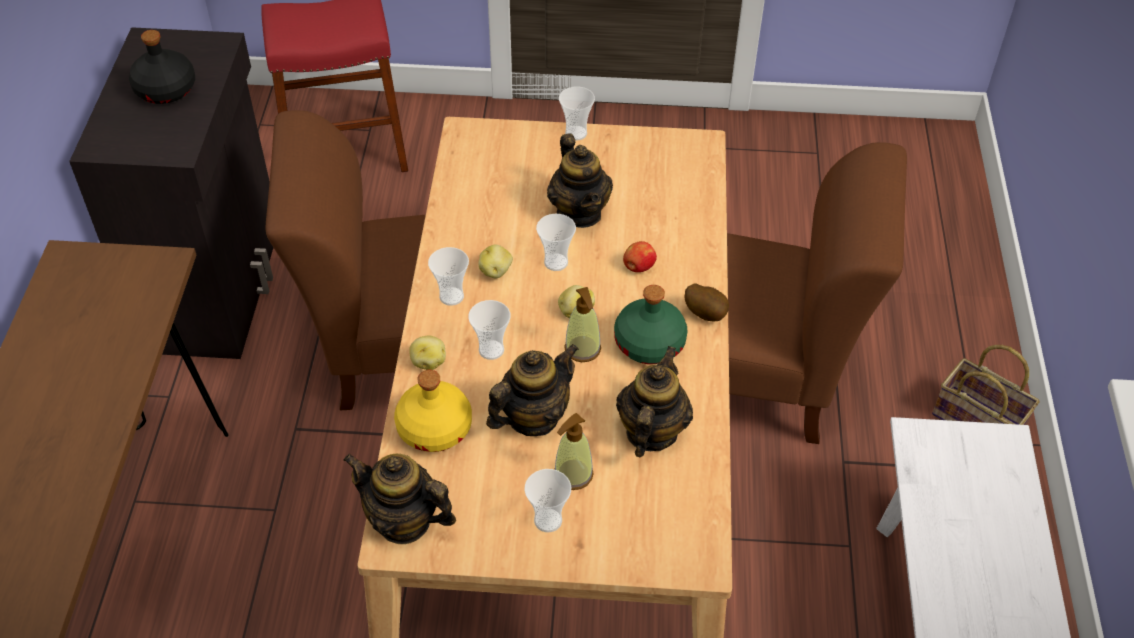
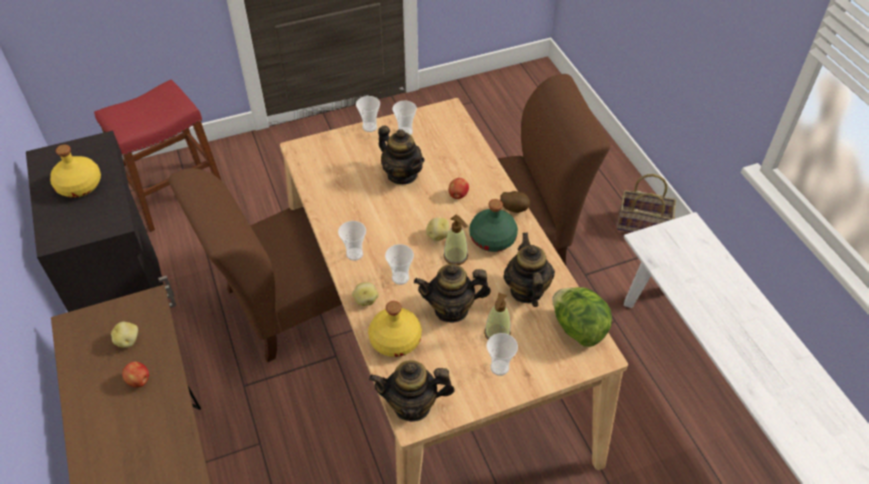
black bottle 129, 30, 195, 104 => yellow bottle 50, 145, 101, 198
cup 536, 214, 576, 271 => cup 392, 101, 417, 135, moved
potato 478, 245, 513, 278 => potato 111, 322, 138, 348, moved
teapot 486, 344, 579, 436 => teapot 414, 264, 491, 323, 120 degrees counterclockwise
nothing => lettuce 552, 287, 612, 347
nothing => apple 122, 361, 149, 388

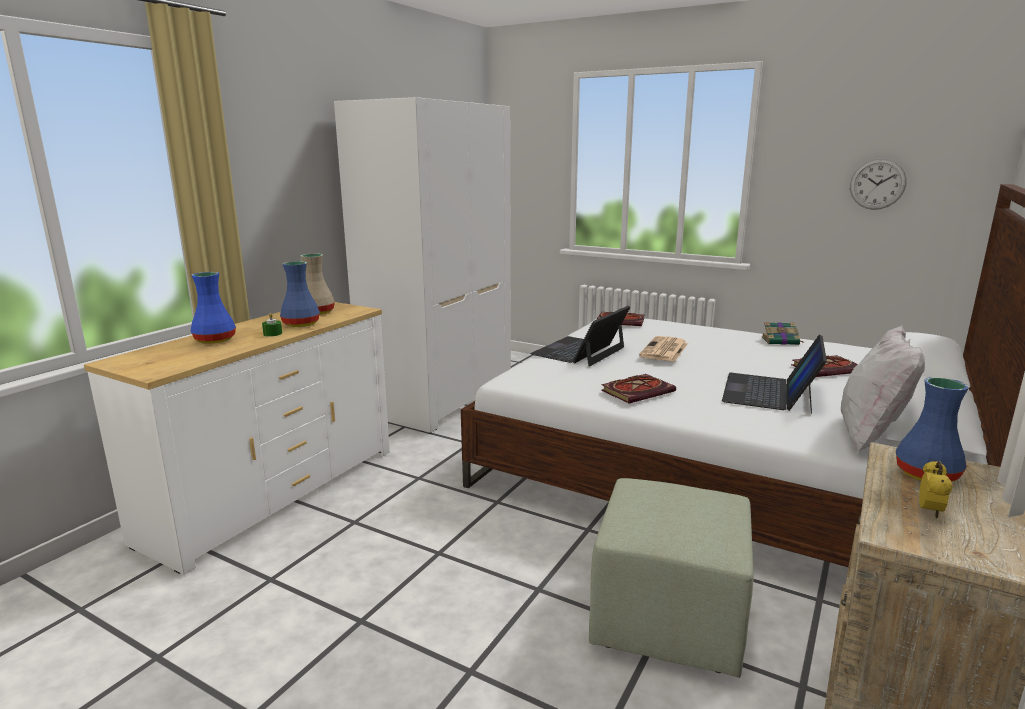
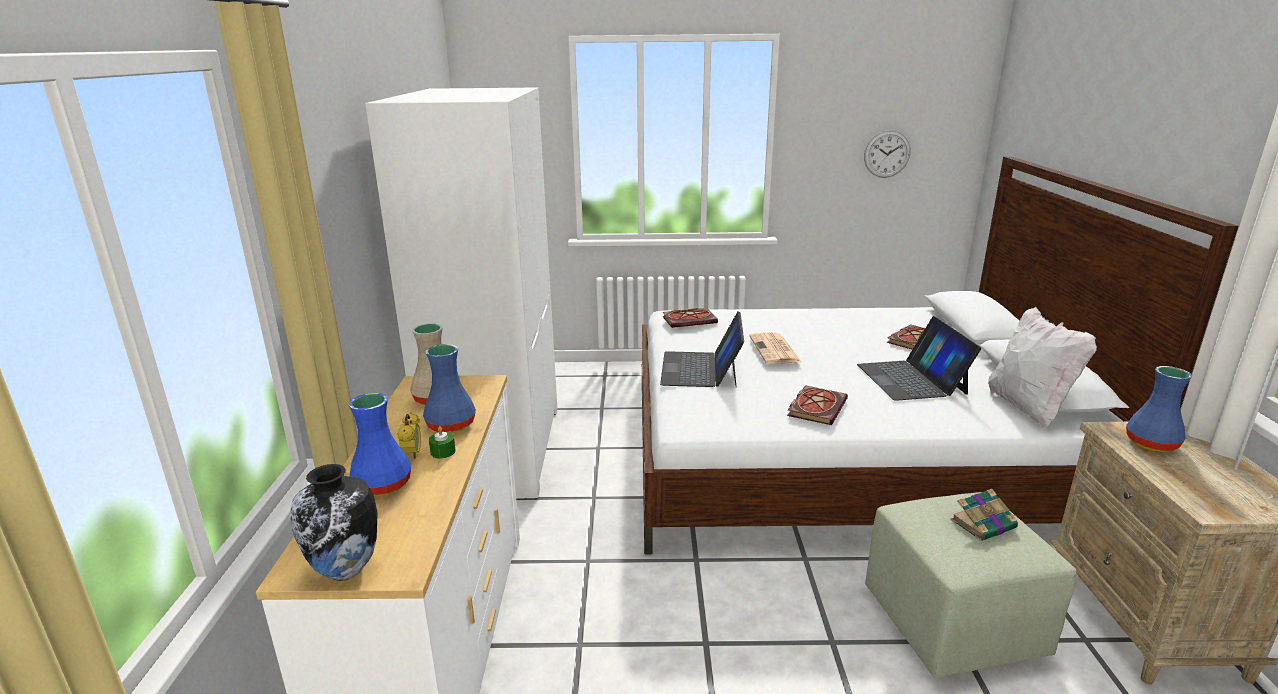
book 762, 322, 803, 345 => book 950, 489, 1018, 541, moved
alarm clock 919, 461, 953, 518 => alarm clock 397, 413, 421, 459, moved
nothing => vase 290, 464, 378, 581

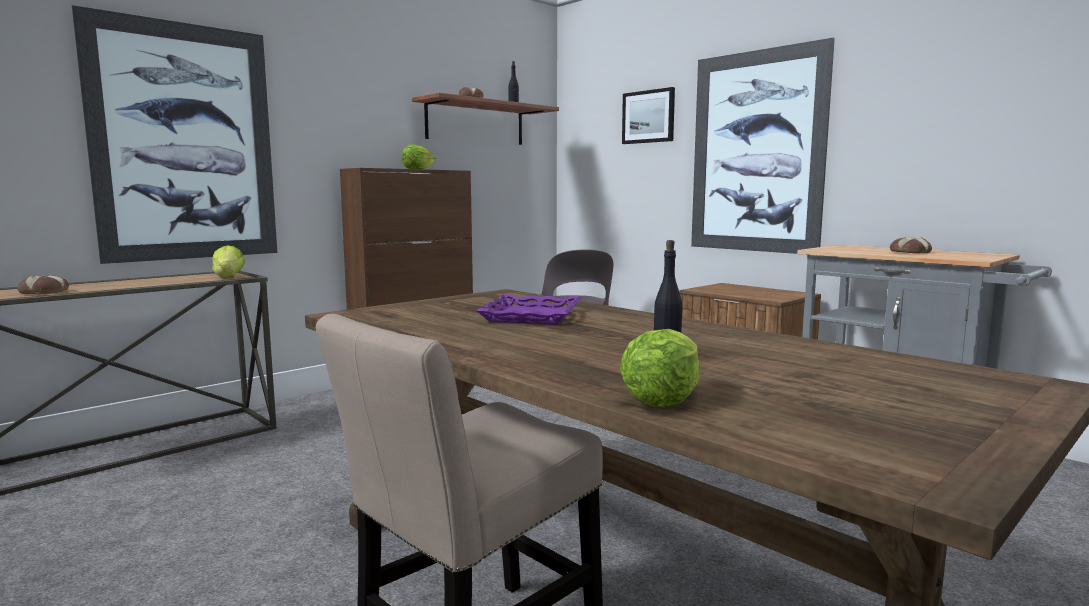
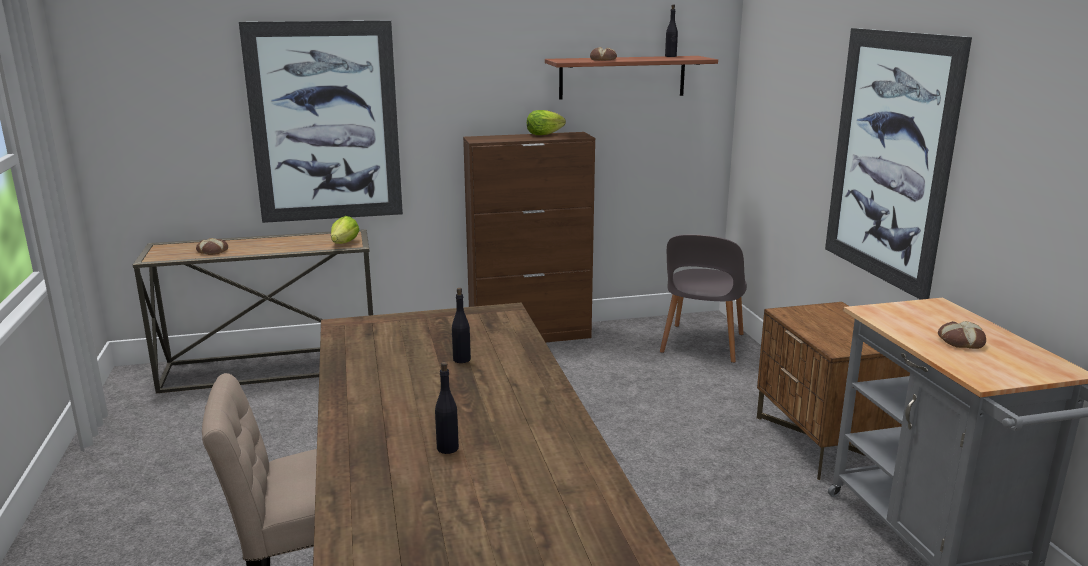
picture 622, 87, 675, 144 => nothing
purple tray 476, 294, 581, 325 => black bottle 452, 288, 471, 363
lettuce 620, 329, 699, 407 => nothing

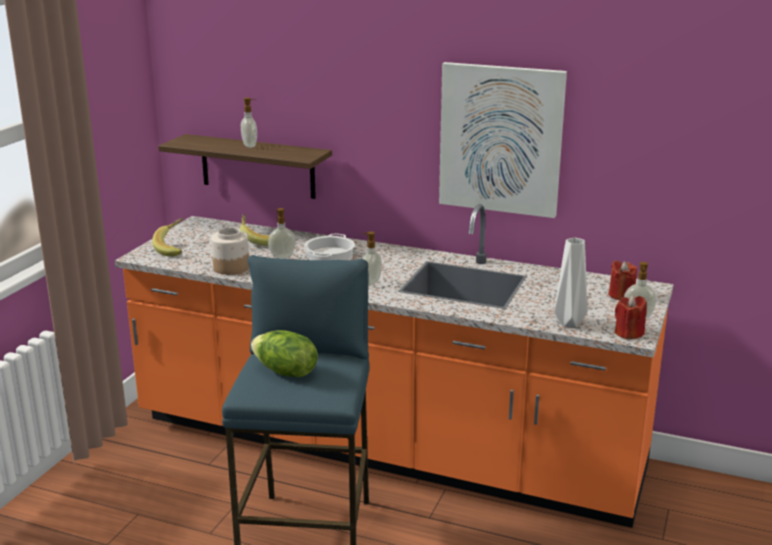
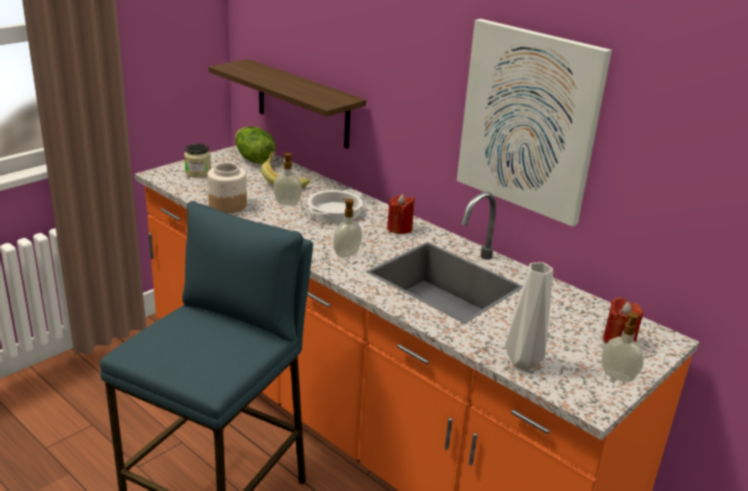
soap dispenser 241, 97, 257, 148 => nothing
banana 152, 218, 183, 257 => jar 184, 144, 211, 178
red candle 615, 295, 647, 339 => red candle 387, 194, 415, 234, moved
lettuce 251, 330, 318, 377 => lettuce 235, 126, 276, 164, moved

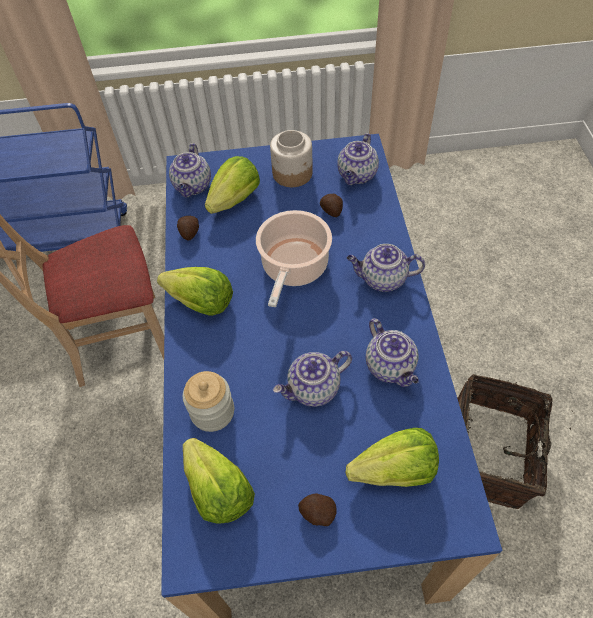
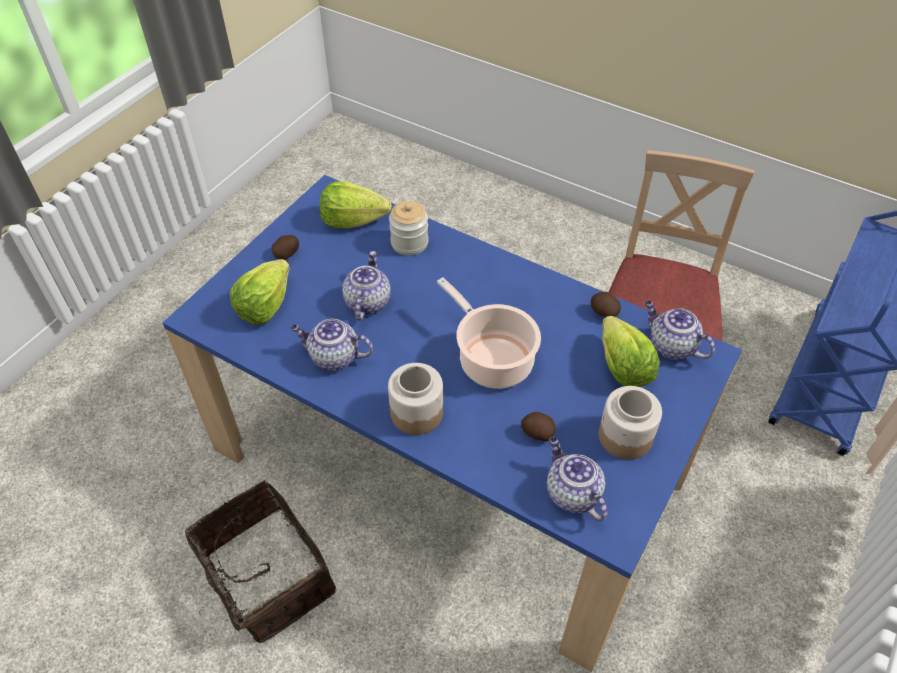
teapot 347, 244, 425, 292 => jar 388, 363, 443, 435
lettuce 157, 267, 233, 316 => nothing

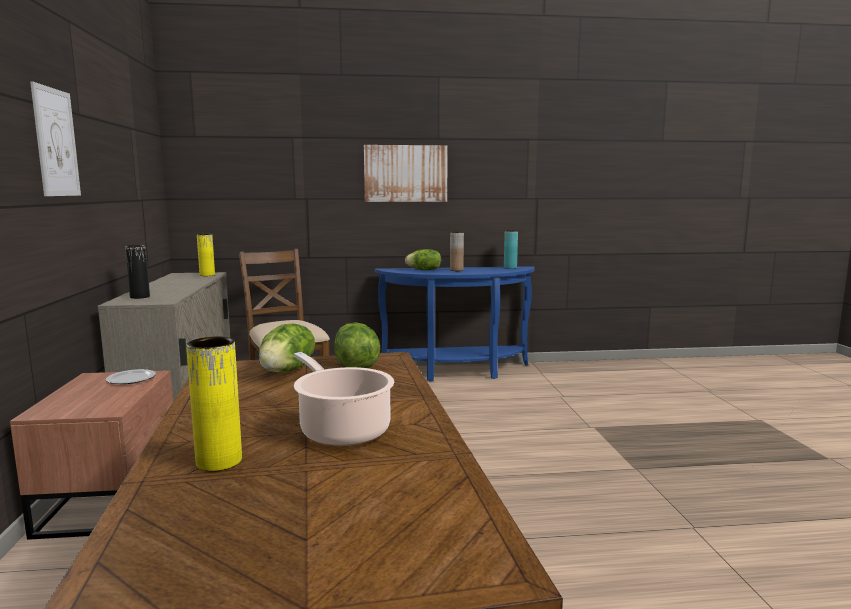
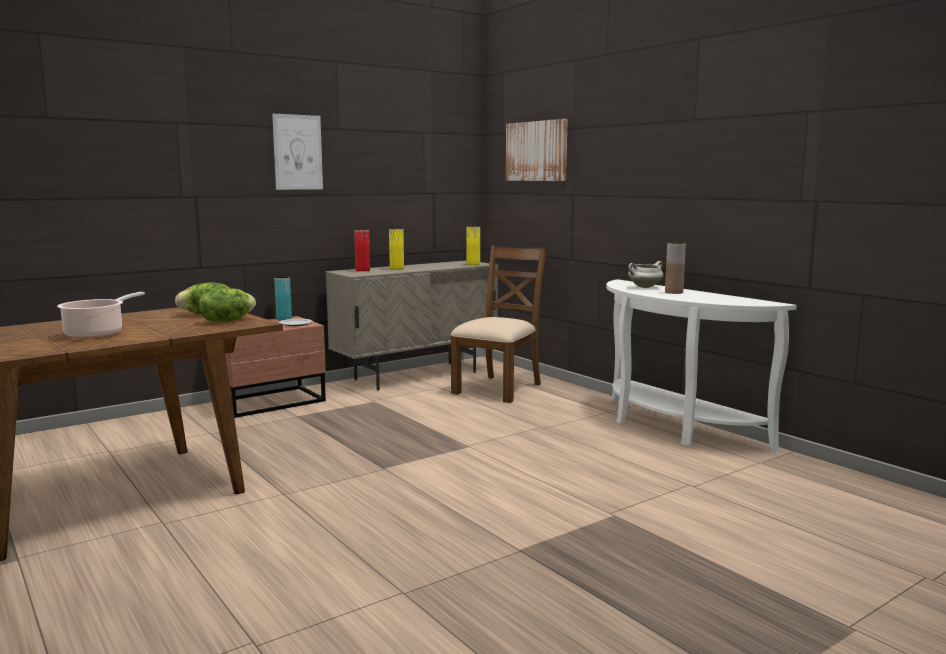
picture 364, 145, 448, 202 => picture 506, 119, 568, 181, moved
turquoise vase 504, 230, 518, 269 => turquoise vase 274, 276, 292, 321, moved
black vase 125, 245, 150, 299 => red vase 354, 229, 370, 271
lettuce 405, 249, 441, 270 => white cooking pot 628, 261, 663, 288
blue console table 375, 266, 535, 382 => white console table 606, 279, 797, 451
yellow vase 186, 337, 242, 471 => yellow vase 389, 228, 404, 270, moved

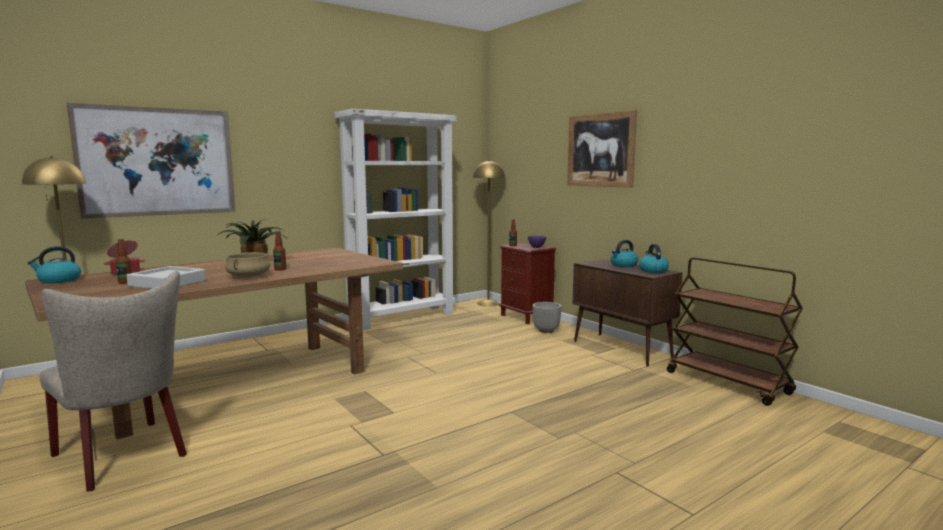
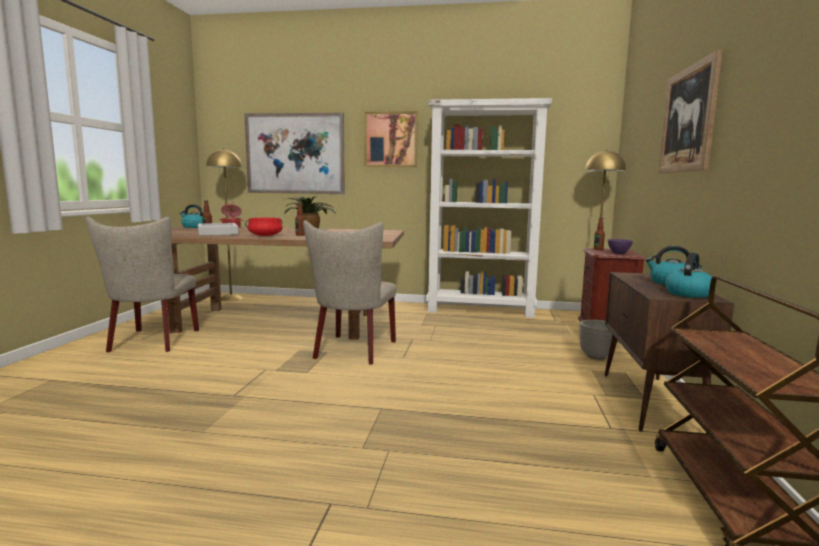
beige cooking pot 225, 252, 270, 277 => red cooking pot 245, 218, 283, 236
nothing => picture 364, 111, 418, 167
nothing => beige chair 303, 220, 396, 365

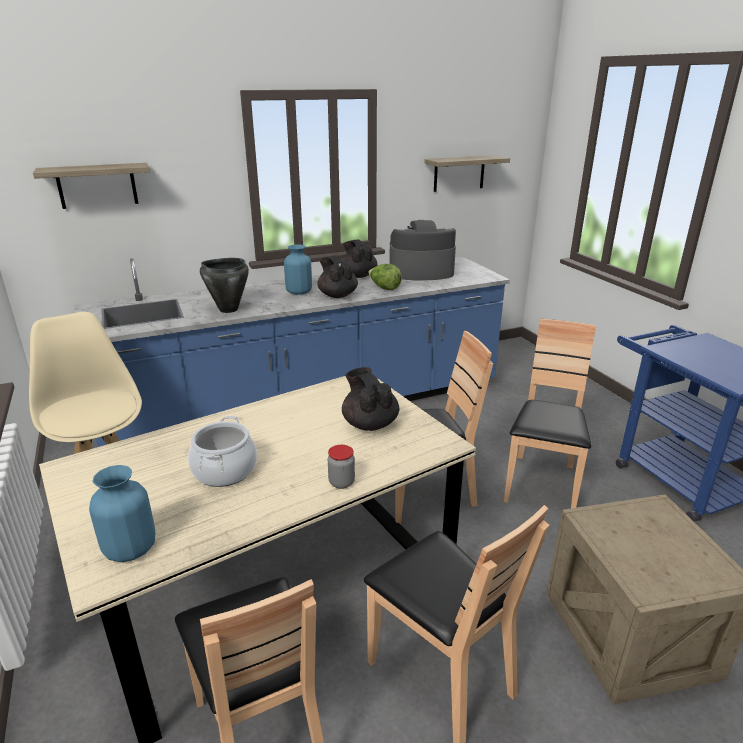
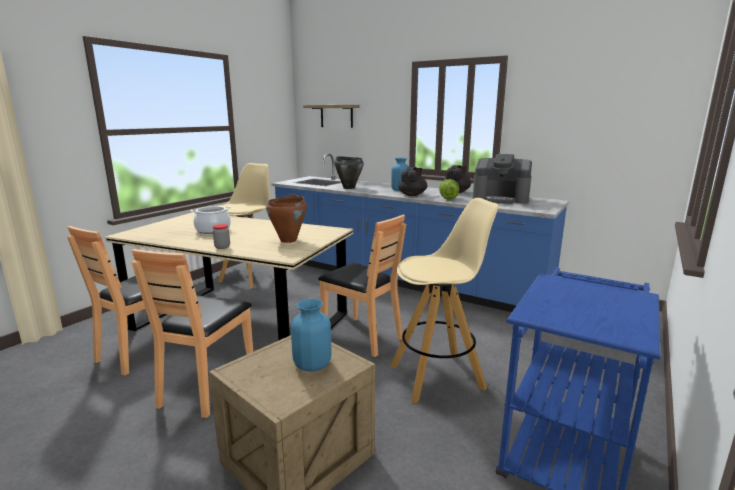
shelf 424, 155, 510, 192 => nothing
coffee machine 389, 220, 456, 281 => coffee machine 473, 154, 532, 204, 150 degrees clockwise
brown chair 504, 319, 596, 508 => beige stool 390, 198, 499, 403
black teapot 342, 367, 399, 431 => brown cooking pot 266, 196, 307, 243
blue vase 89, 465, 155, 562 => blue vase 291, 299, 331, 371, moved

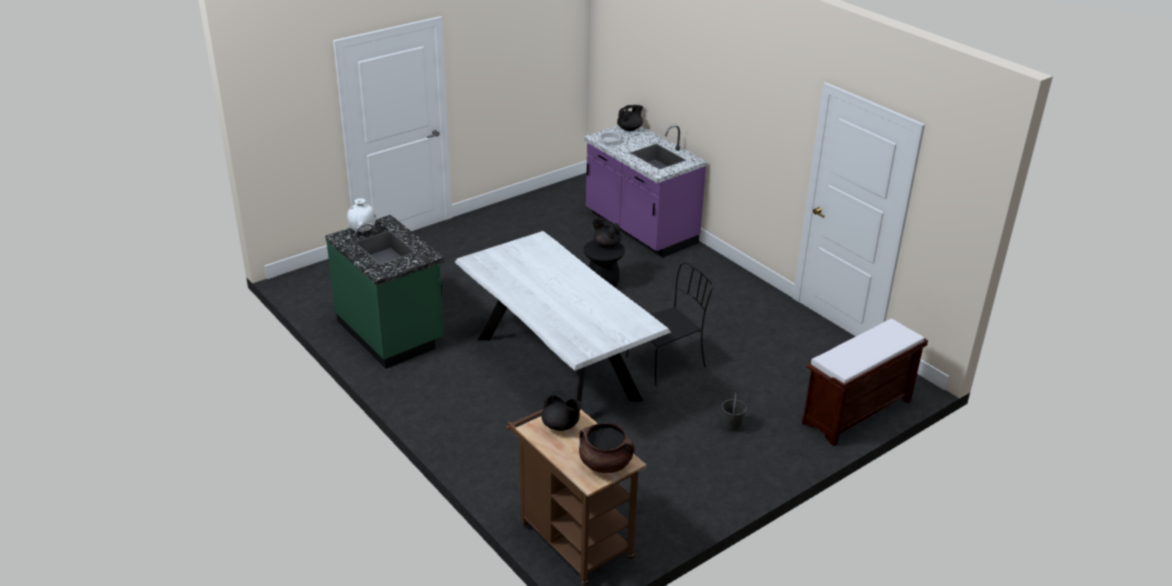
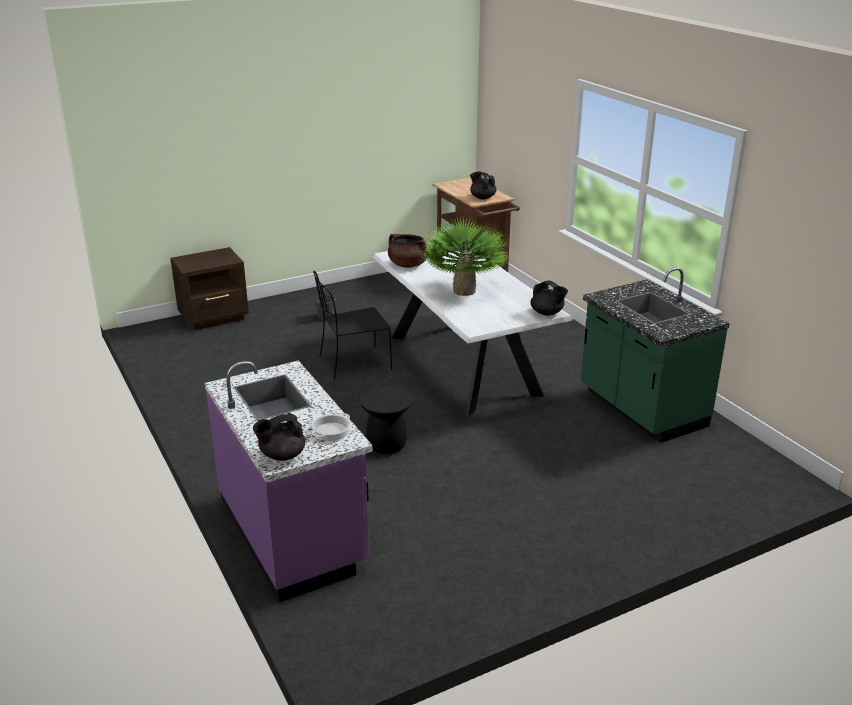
white vase 347, 198, 376, 232 => nothing
black teapot 592, 218, 621, 248 => black teapot 531, 281, 568, 316, moved
brown bench 802, 319, 928, 446 => brown nightstand 170, 247, 249, 330
brown cooking pot 579, 423, 635, 473 => brown cooking pot 388, 234, 428, 268, moved
nothing => potted plant 421, 217, 509, 296

